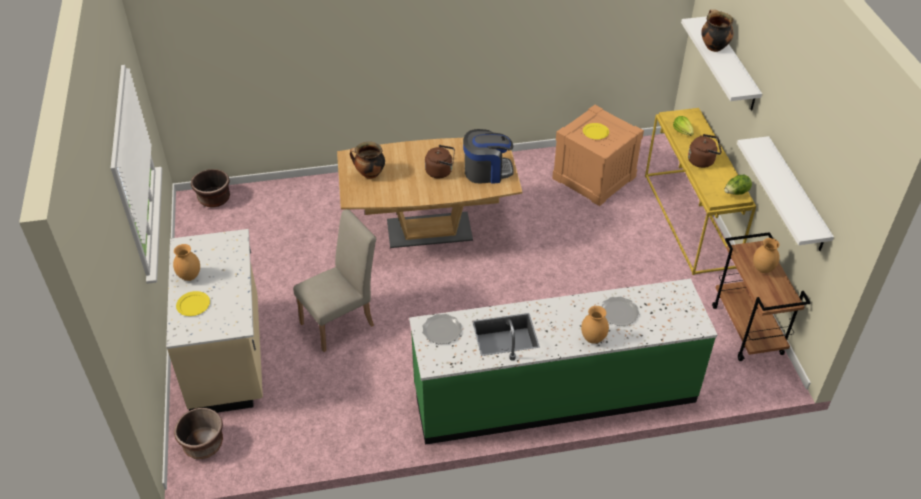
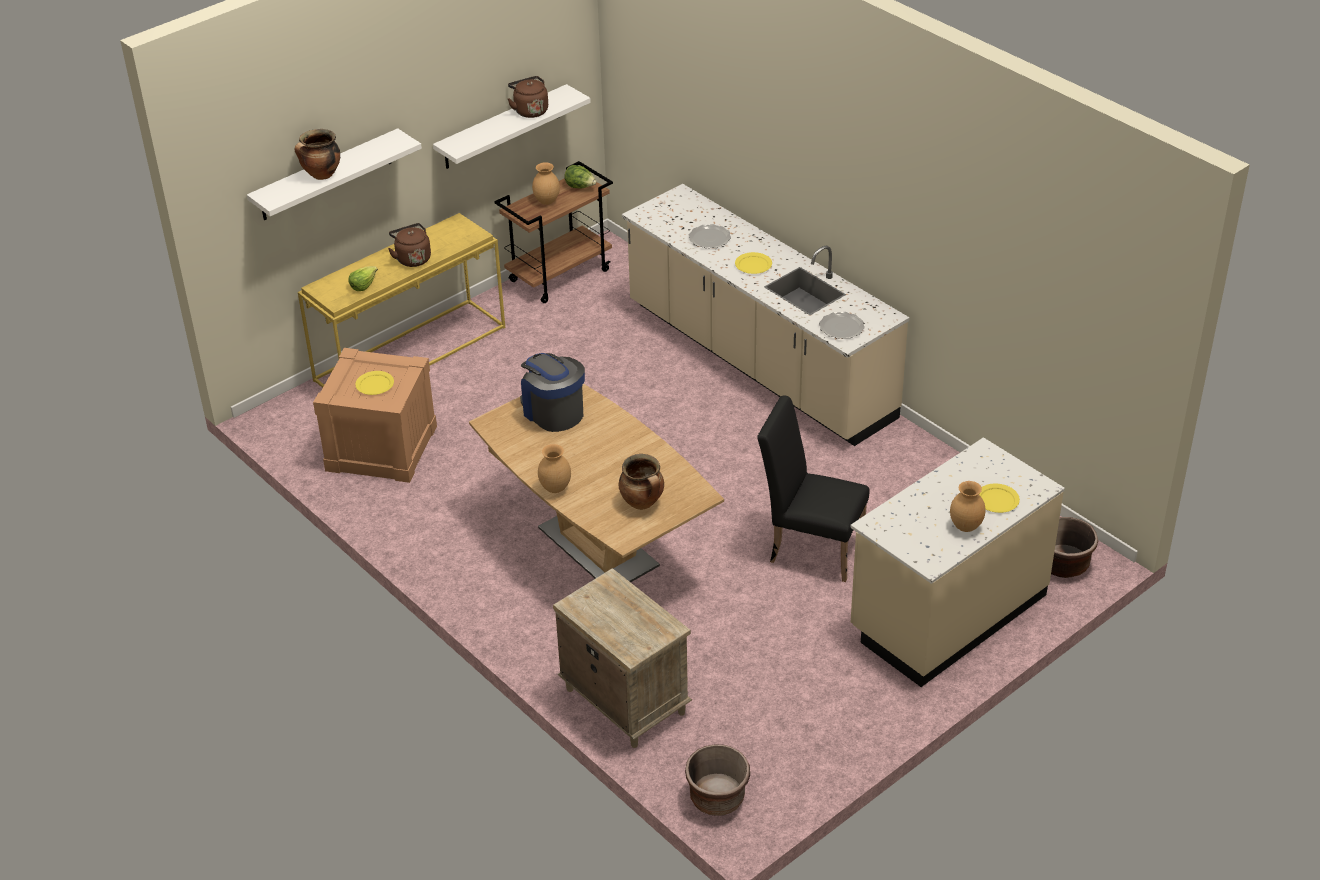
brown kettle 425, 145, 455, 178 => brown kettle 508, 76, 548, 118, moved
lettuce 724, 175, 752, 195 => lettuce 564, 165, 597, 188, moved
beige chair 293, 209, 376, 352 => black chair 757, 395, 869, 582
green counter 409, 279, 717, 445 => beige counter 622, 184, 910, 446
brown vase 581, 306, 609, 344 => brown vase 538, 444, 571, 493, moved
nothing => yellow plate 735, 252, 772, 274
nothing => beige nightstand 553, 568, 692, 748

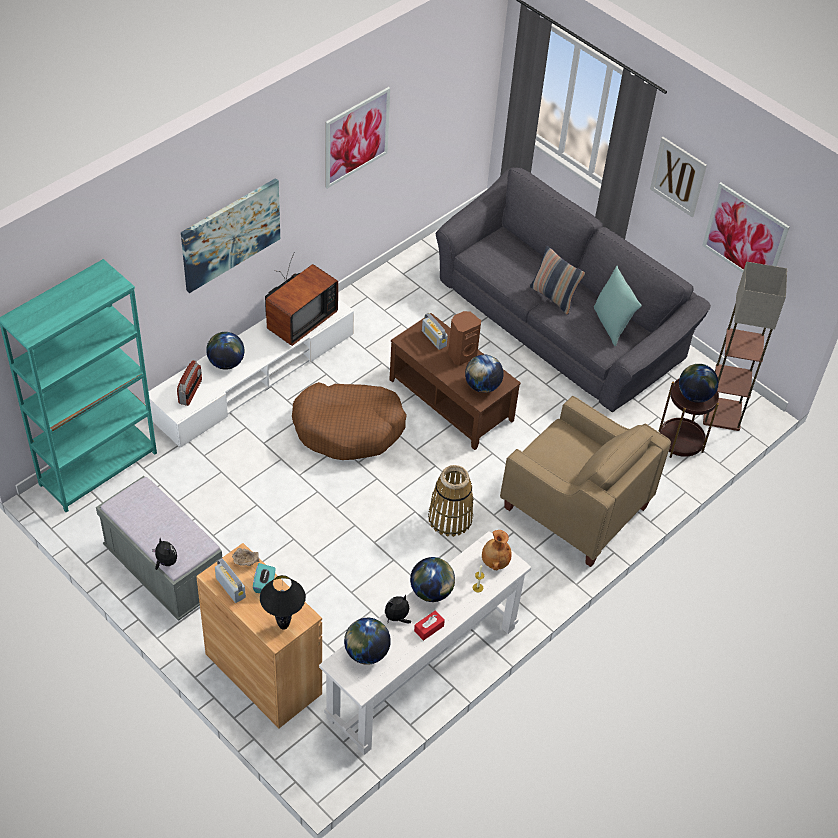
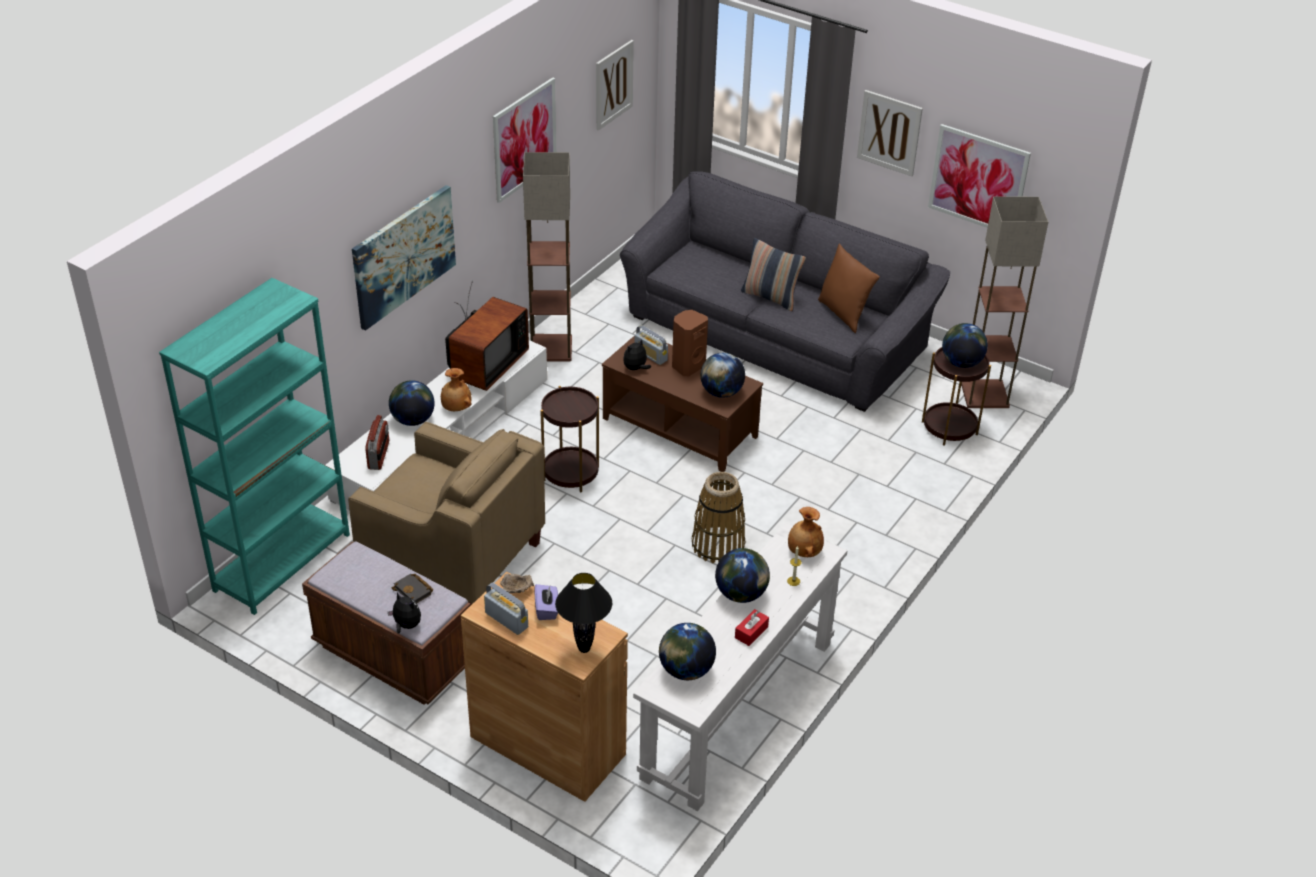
turquoise pillow 594, 266, 642, 346 => brown pillow 818, 244, 880, 333
brown dog bed 292, 382, 407, 460 => brown side table 540, 386, 599, 493
beige armchair 500, 396, 671, 567 => beige armchair 348, 422, 545, 605, moved
grey bench 96, 476, 222, 621 => brown bench 302, 542, 471, 704
turquoise tissue box 253, 563, 276, 593 => purple tissue box 534, 584, 558, 620
plush toy 385, 595, 411, 624 => plush toy 623, 339, 651, 370, moved
nothing => picture 596, 40, 634, 131
nothing => floor lamp 523, 152, 572, 361
nothing => brown vase 441, 368, 472, 411
nothing => black book 392, 574, 433, 603

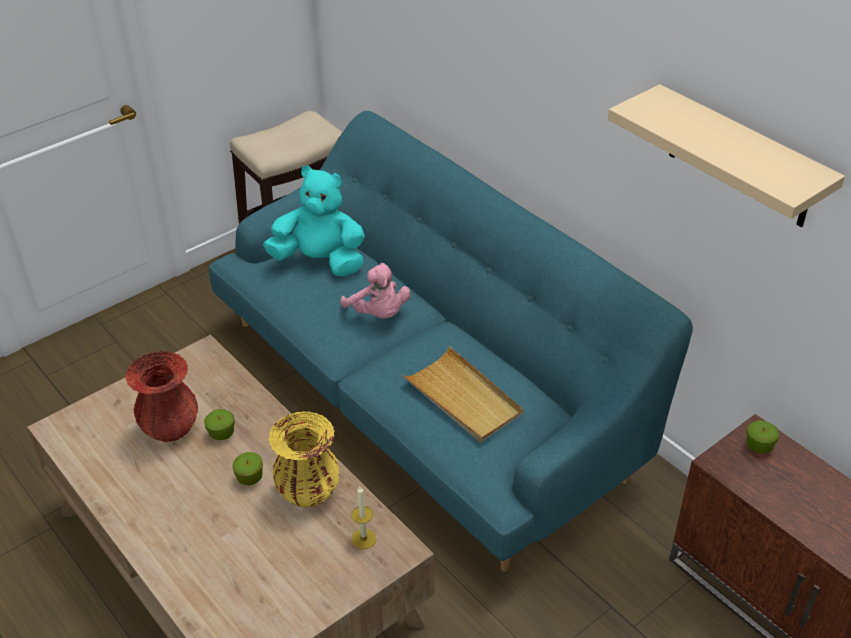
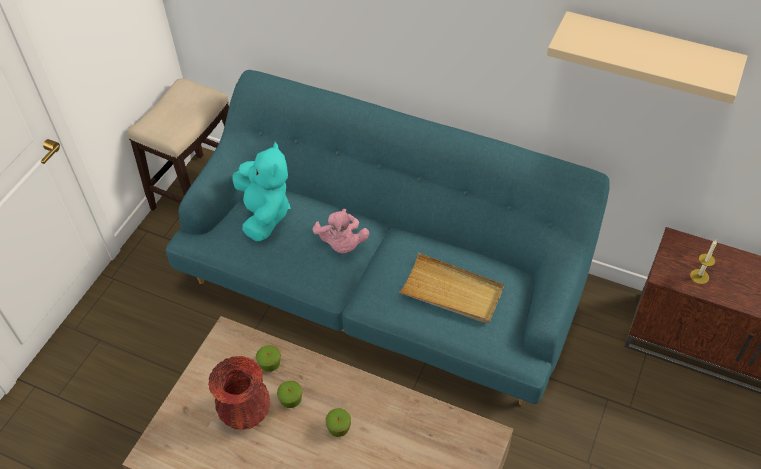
turquoise plush toy 263, 165, 365, 276 => turquoise plush toy 232, 142, 290, 241, 90 degrees clockwise
pink plush toy 341, 263, 411, 319 => pink plush toy 312, 209, 369, 253, 45 degrees clockwise
yellow vase 269, 411, 339, 508 => nothing
apple 746, 420, 779, 453 => apple 256, 345, 281, 372, moved
candle 351, 487, 376, 549 => candle 690, 240, 717, 284, moved

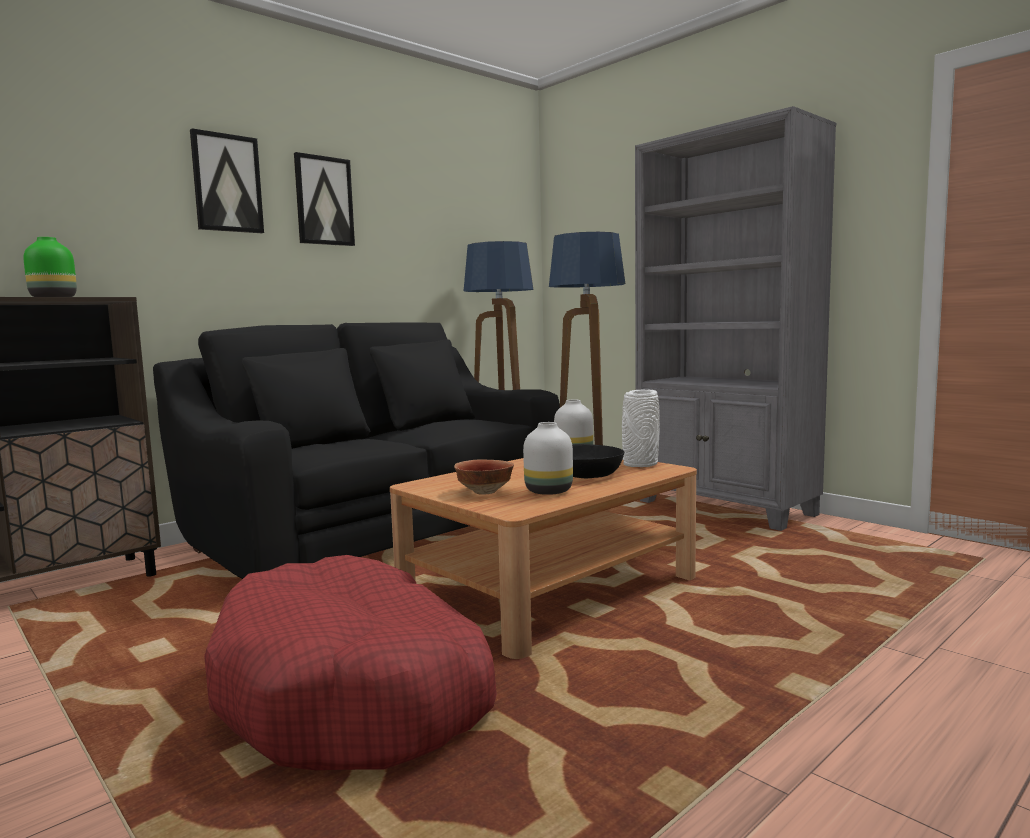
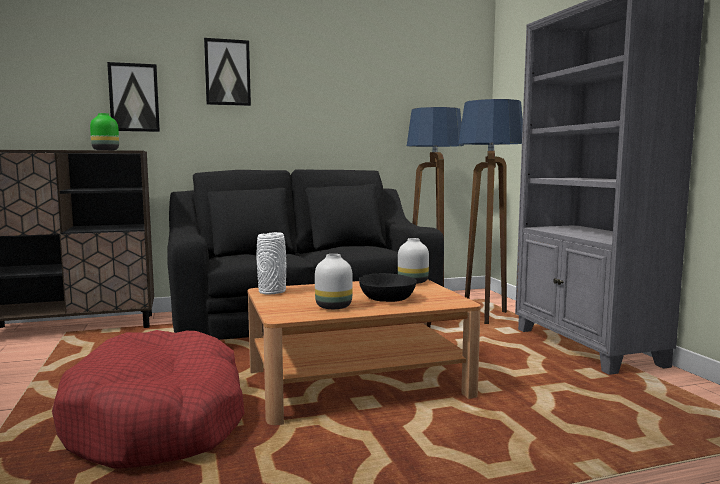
picture 294, 152, 355, 246 => picture 107, 62, 160, 132, moved
white vase 622, 390, 660, 467 => white vase 256, 232, 286, 295, moved
bowl 454, 459, 514, 495 => nothing

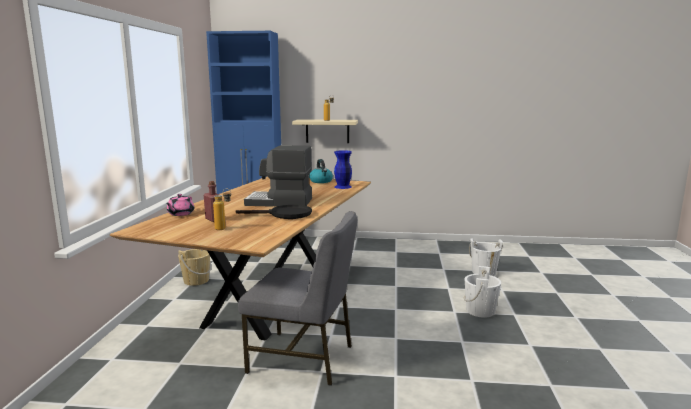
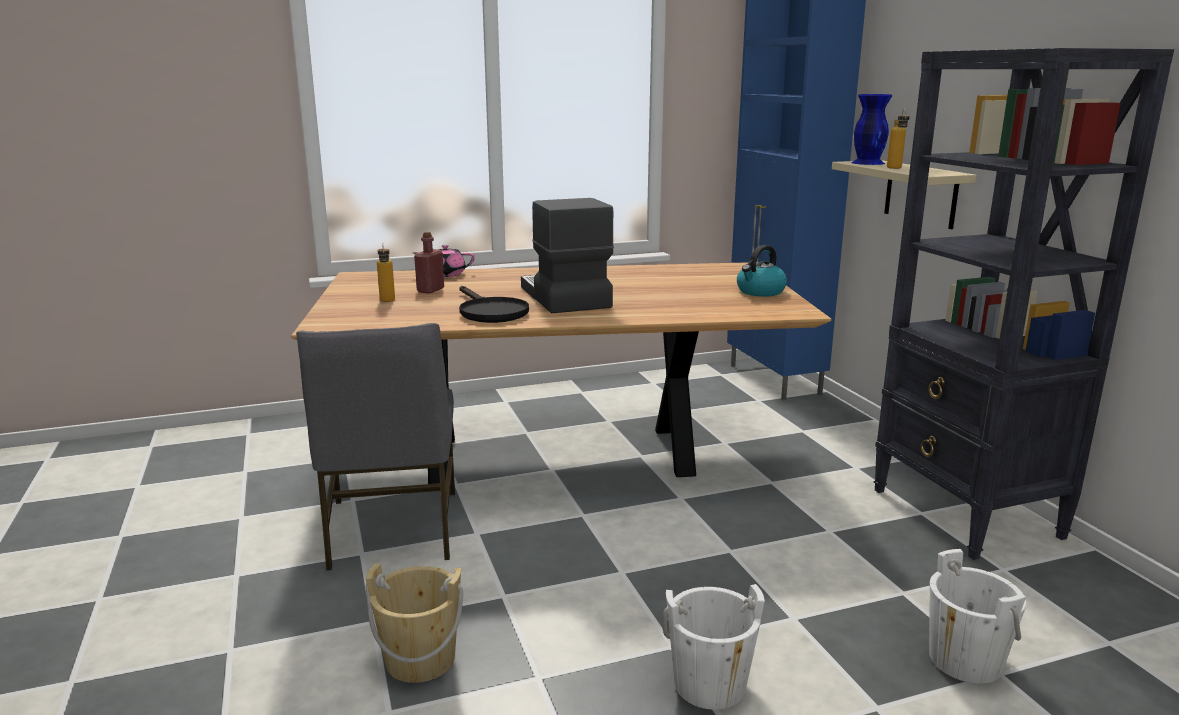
blue vase 334, 150, 352, 189 => blue vase 851, 94, 892, 165, moved
beige bucket 178, 249, 211, 286 => beige bucket 366, 563, 463, 683, moved
nothing => black bookcase 874, 48, 1174, 560

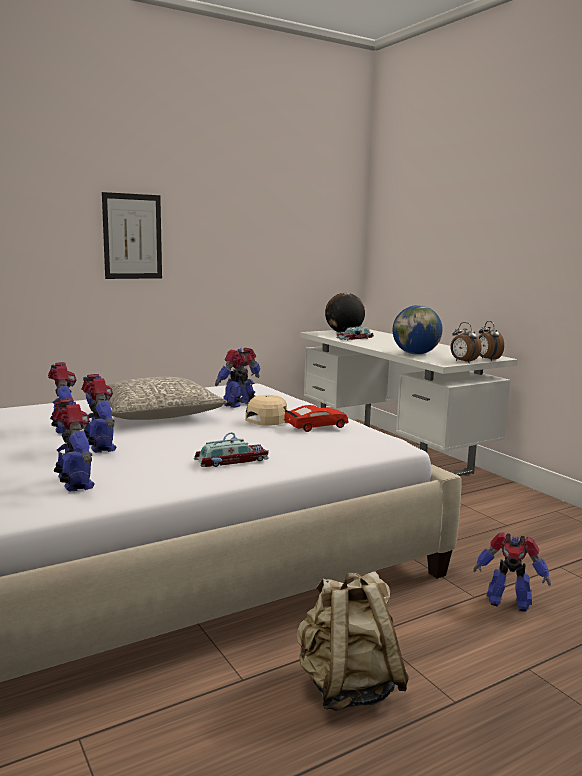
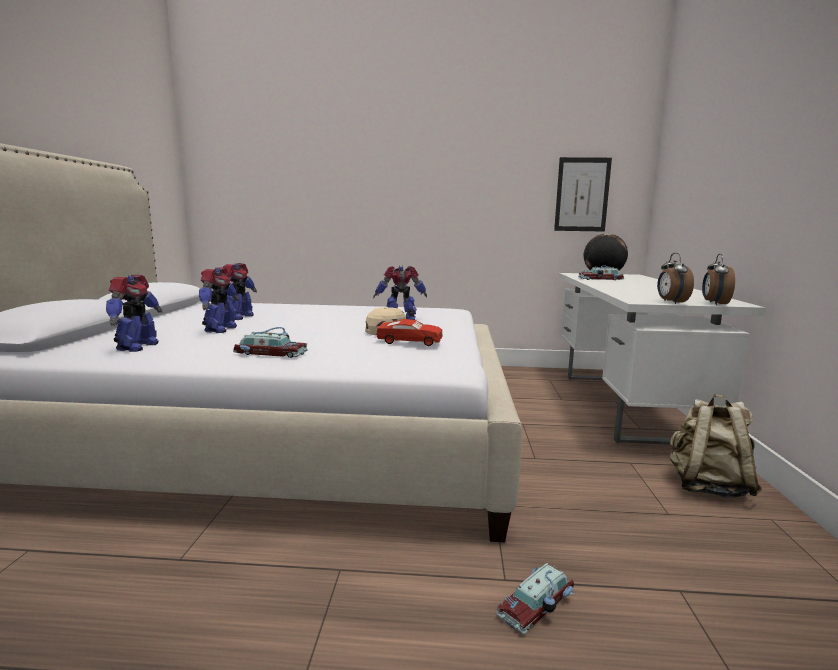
picture 102, 192, 162, 279 => picture 554, 157, 612, 232, moved
globe 393, 305, 442, 355 => nothing
grey pillow 106, 377, 227, 420 => nothing
toy robot 473, 533, 551, 612 => toy car 496, 563, 574, 634
beige backpack 297, 572, 409, 711 => beige backpack 670, 394, 762, 498, moved

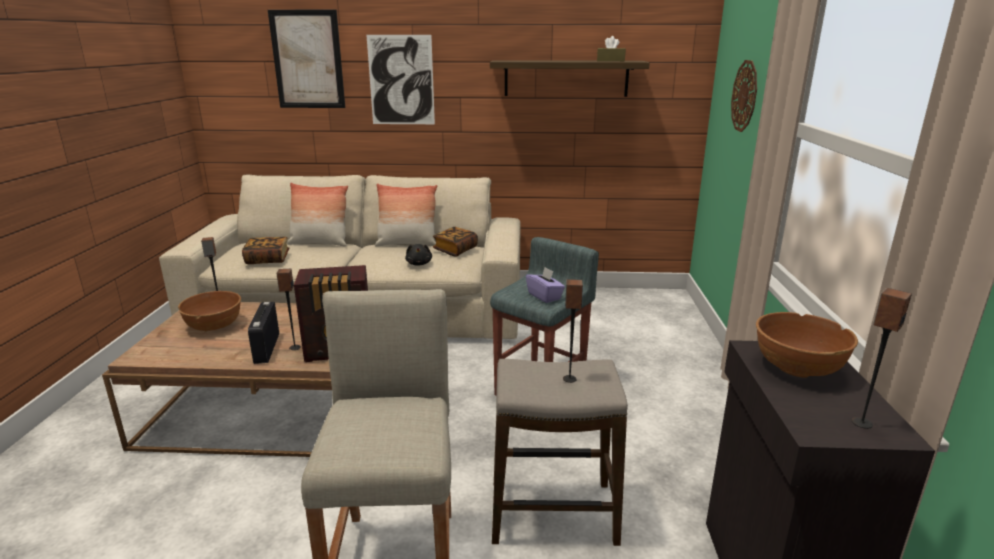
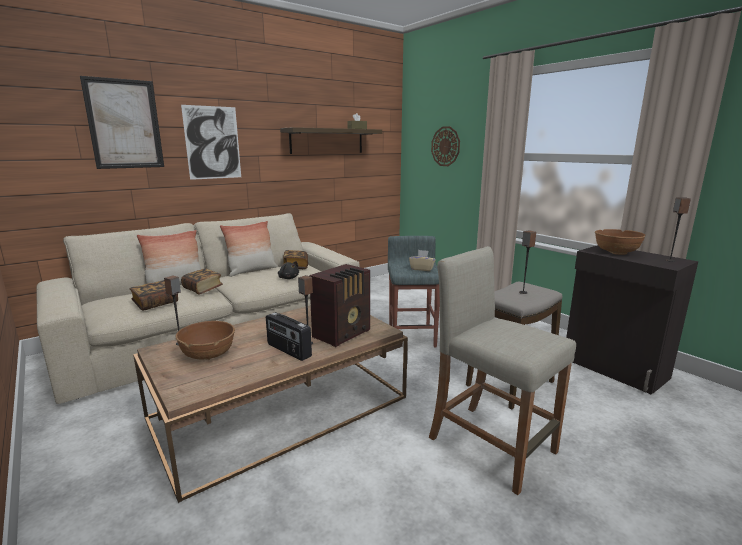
purple tissue box 526, 267, 565, 303 => beige tissue box 409, 250, 436, 271
nothing => book 181, 268, 223, 295

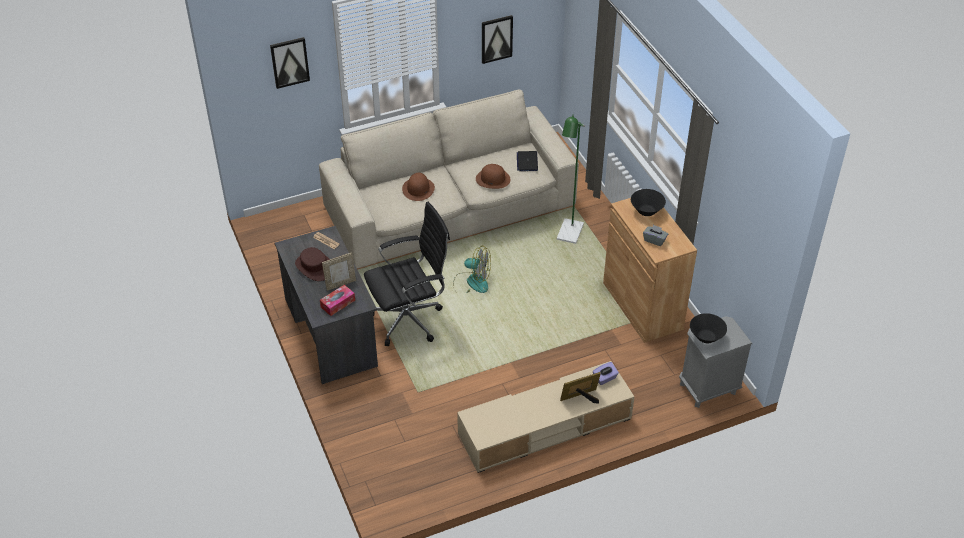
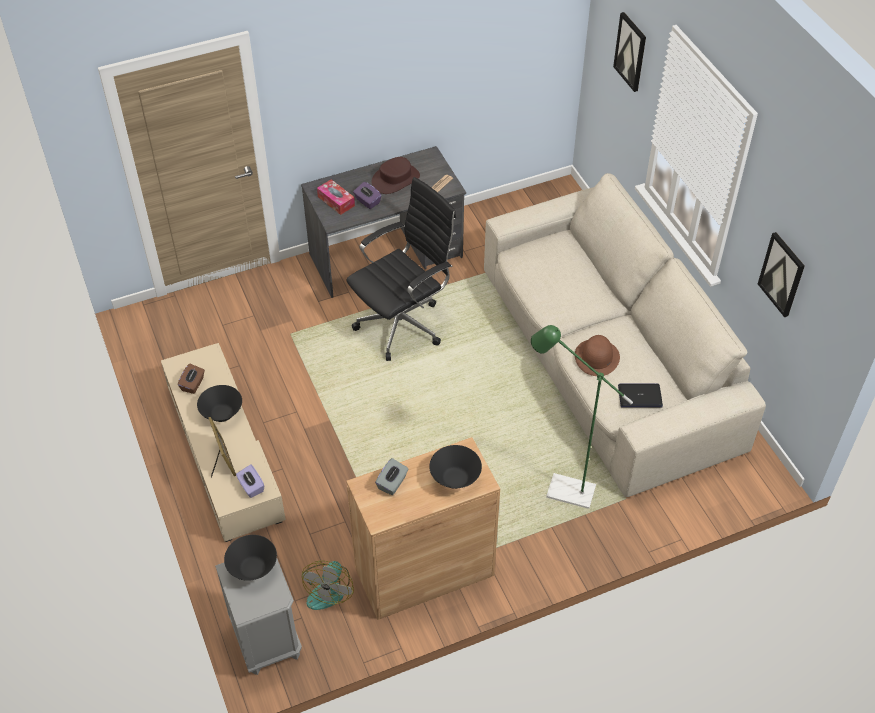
brown hat 402, 173, 435, 201 => nothing
black office chair 364, 202, 450, 346 => black office chair 347, 177, 456, 361, 105 degrees counterclockwise
fan 453, 246, 491, 293 => fan 302, 561, 354, 610, moved
picture frame 322, 253, 356, 291 => purple tissue box 353, 182, 382, 209
nothing => brown tissue box 178, 364, 205, 394
nothing => black bowl 197, 385, 242, 422

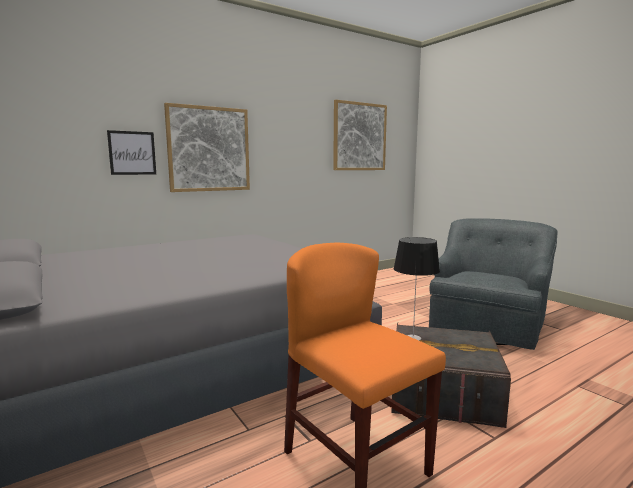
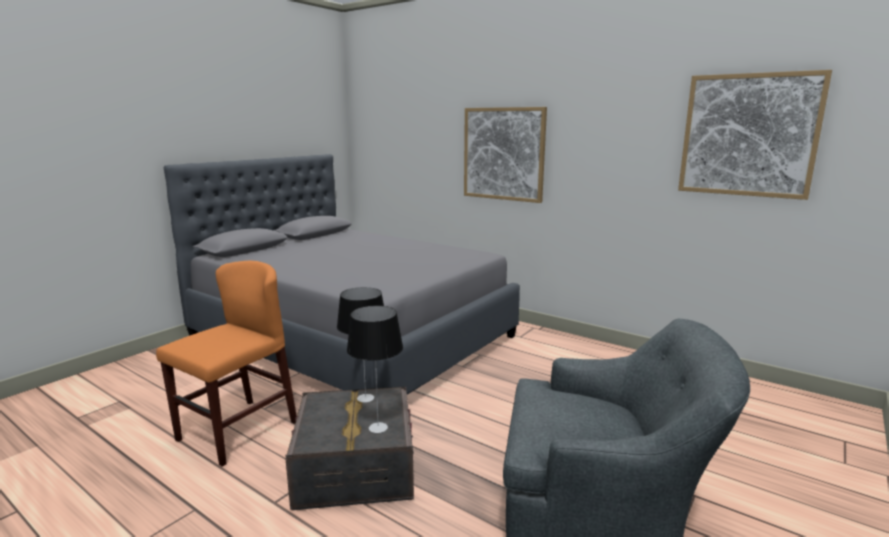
picture 107, 130, 156, 175 => nothing
nothing => table lamp 347, 306, 403, 433

